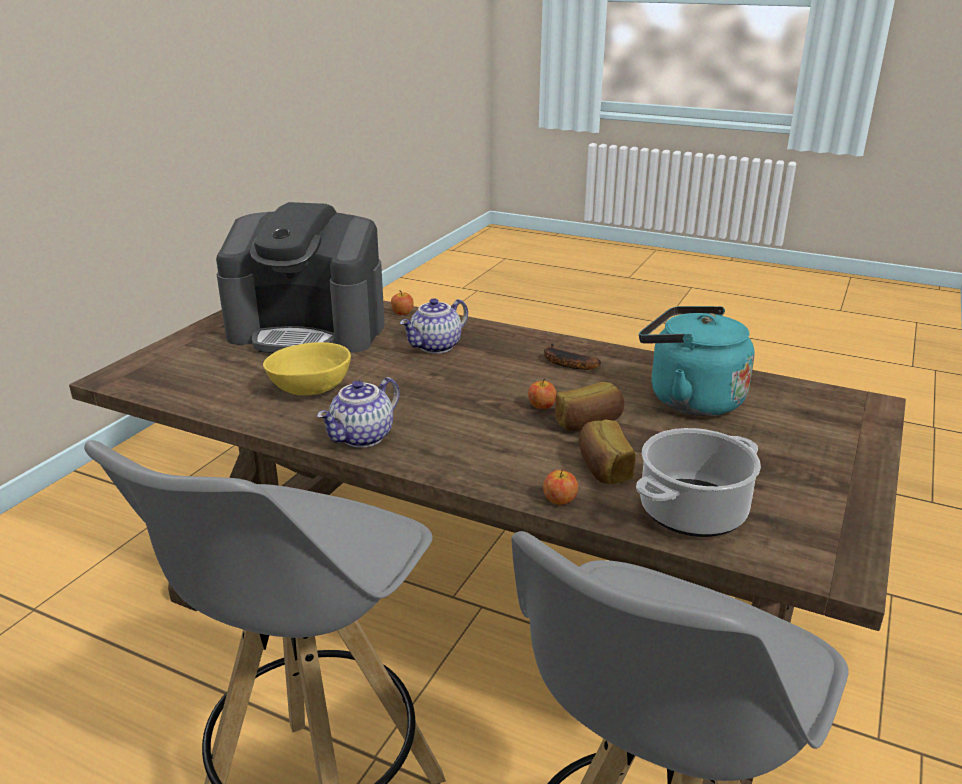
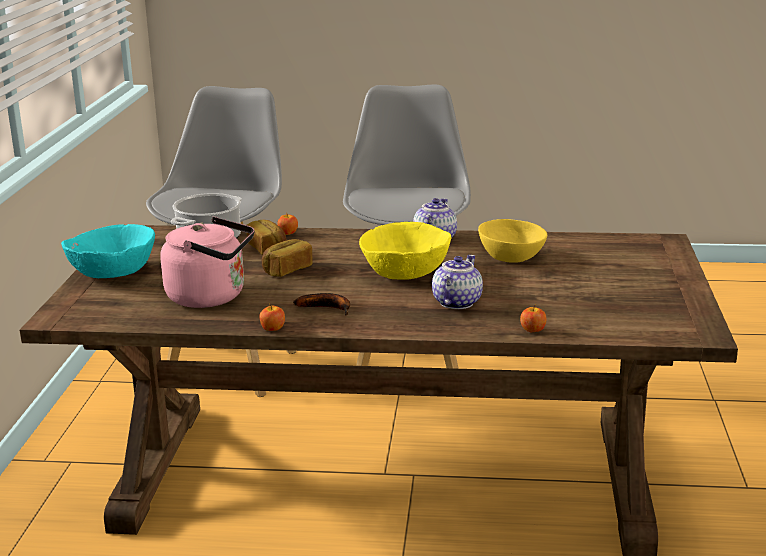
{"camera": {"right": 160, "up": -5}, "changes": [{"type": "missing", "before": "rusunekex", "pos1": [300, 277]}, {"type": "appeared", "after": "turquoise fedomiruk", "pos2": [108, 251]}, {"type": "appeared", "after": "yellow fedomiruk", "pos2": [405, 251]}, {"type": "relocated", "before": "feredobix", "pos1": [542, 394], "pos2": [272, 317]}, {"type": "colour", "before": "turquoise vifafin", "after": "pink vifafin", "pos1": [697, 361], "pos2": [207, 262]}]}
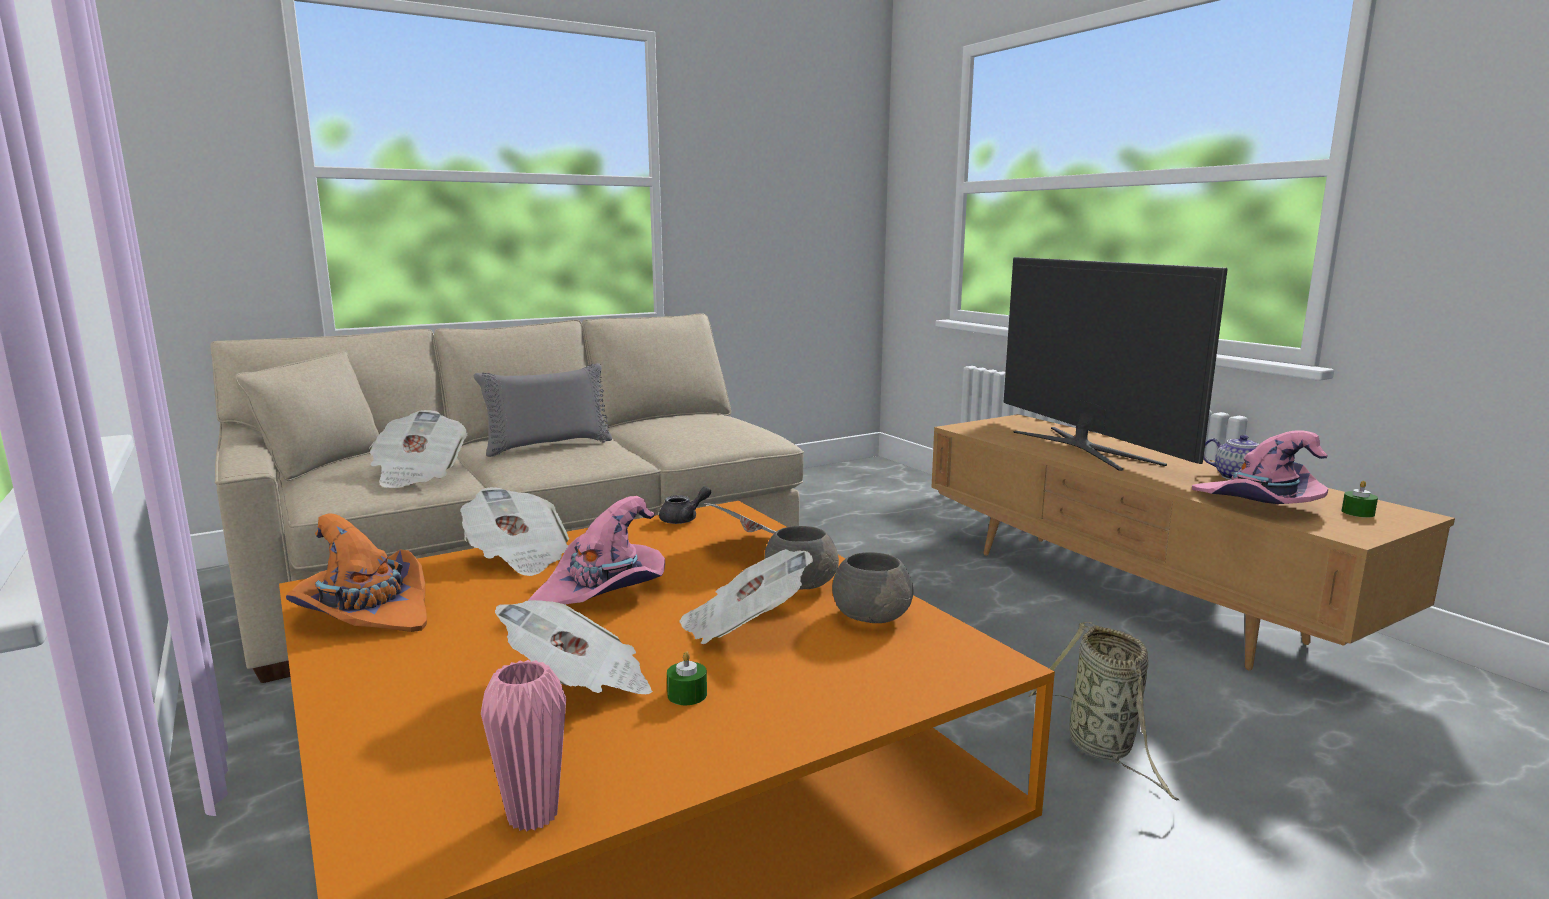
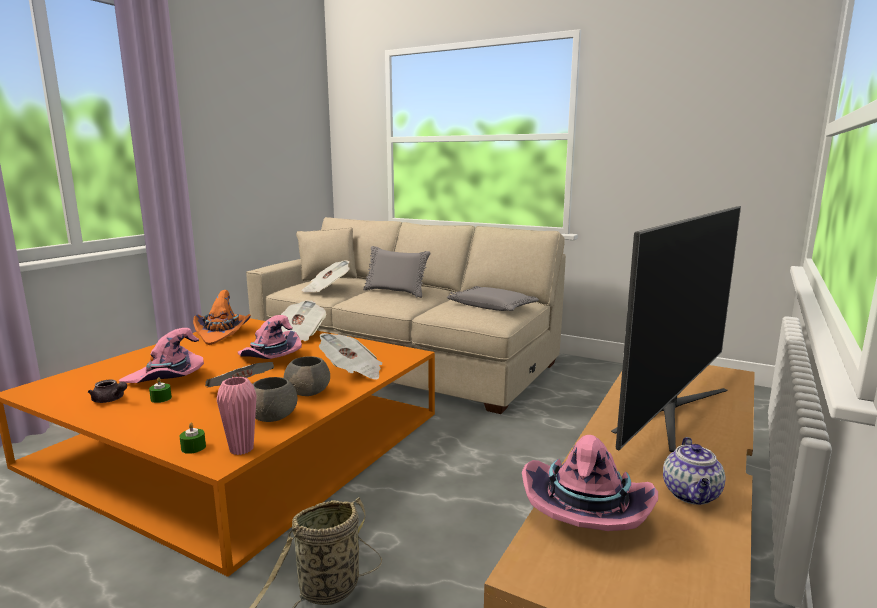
{"camera": {"right": 60, "up": 0}, "changes": [{"type": "appeared", "after": "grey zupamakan", "pos2": [493, 298]}, {"type": "relocated", "before": "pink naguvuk", "pos1": [523, 745], "pos2": [237, 416]}, {"type": "relocated", "before": "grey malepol", "pos1": [685, 505], "pos2": [107, 391]}, {"type": "relocated", "before": "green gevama", "pos1": [1360, 499], "pos2": [192, 438]}, {"type": "exchanged", "before": "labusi", "after": "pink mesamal", "pos1": [574, 647], "pos2": [161, 355]}]}
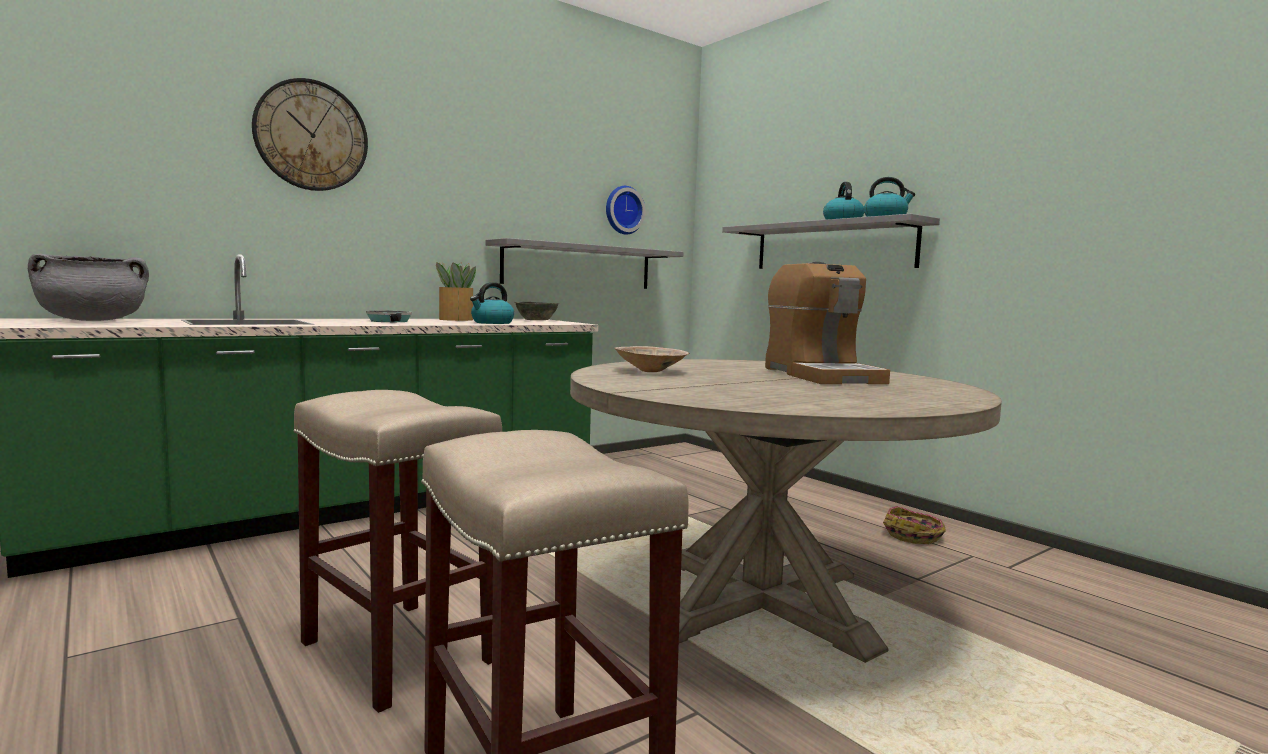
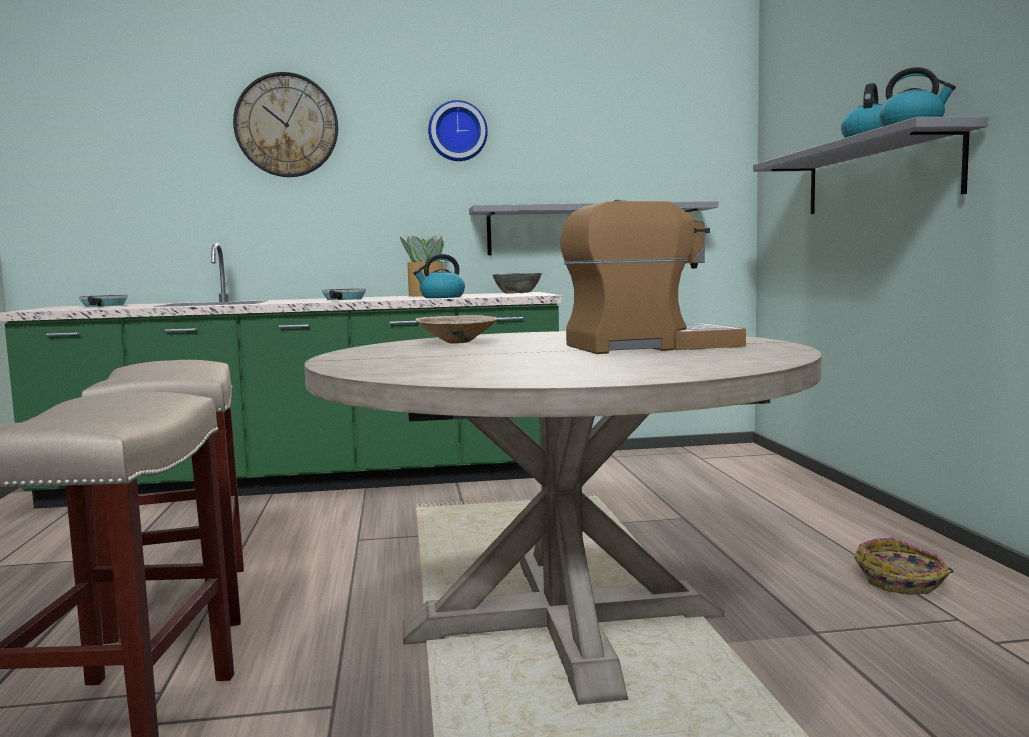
{"camera": {"right": 30, "up": 0}, "changes": [{"type": "relocated", "before": "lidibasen", "pos1": [625, 210], "pos2": [458, 130]}, {"type": "exchanged", "before": "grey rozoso", "after": "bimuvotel", "pos1": [88, 287], "pos2": [103, 301]}, {"type": "spun", "before": "rusunekex", "pos1": [827, 323], "pos2": [653, 277], "turn": -120}]}
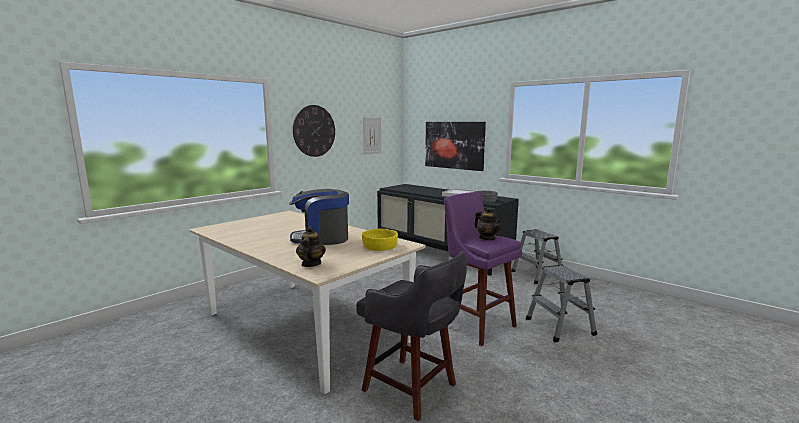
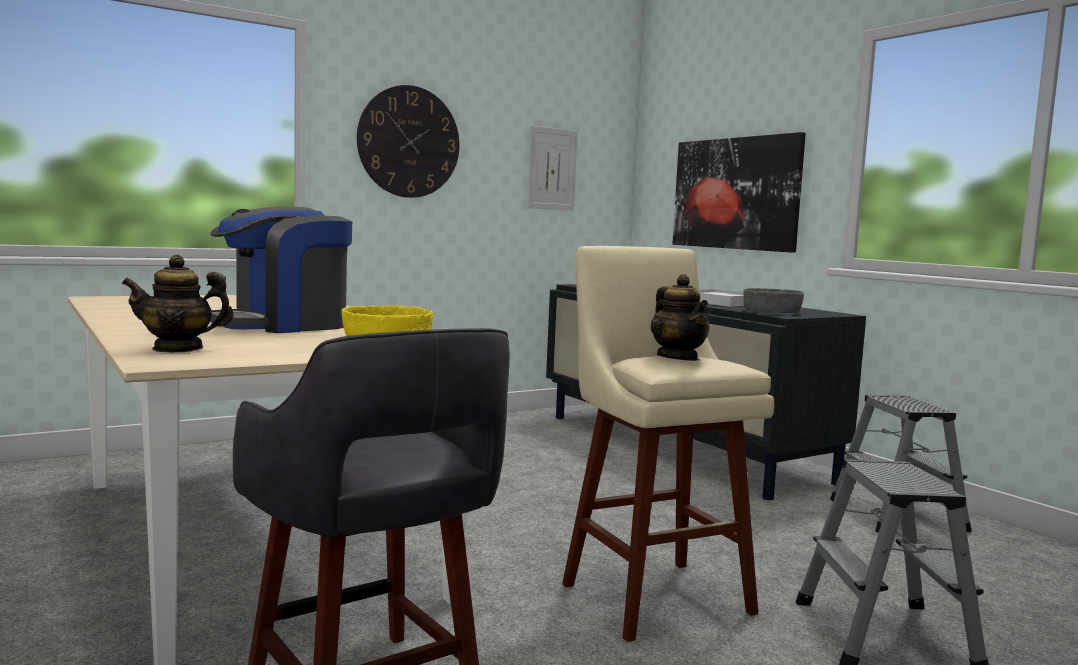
{"camera": {"right": 15, "up": -5}, "changes": [{"type": "colour", "before": "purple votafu", "after": "beige votafu", "pos1": [483, 269], "pos2": [668, 444]}, {"type": "spun", "before": "rusunekex", "pos1": [319, 217], "pos2": [281, 270], "turn": -45}, {"type": "spun", "before": "malepol", "pos1": [311, 246], "pos2": [178, 304], "turn": -120}]}
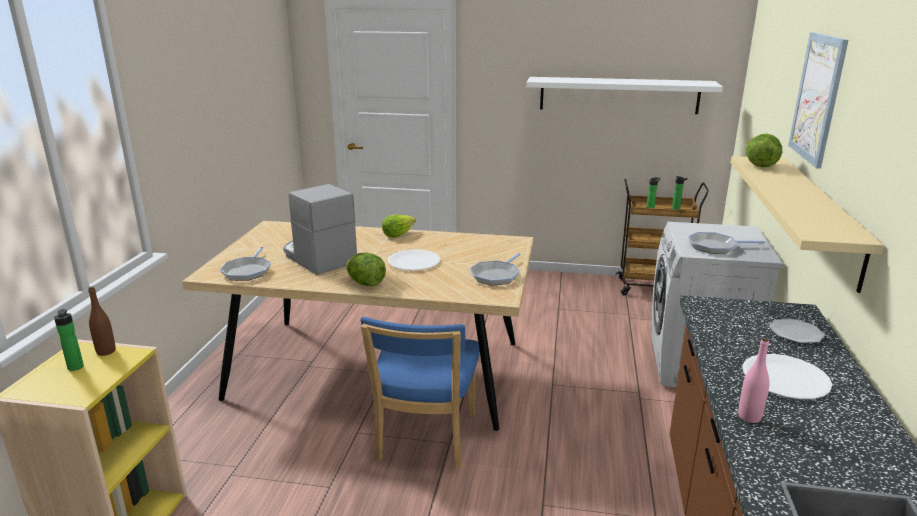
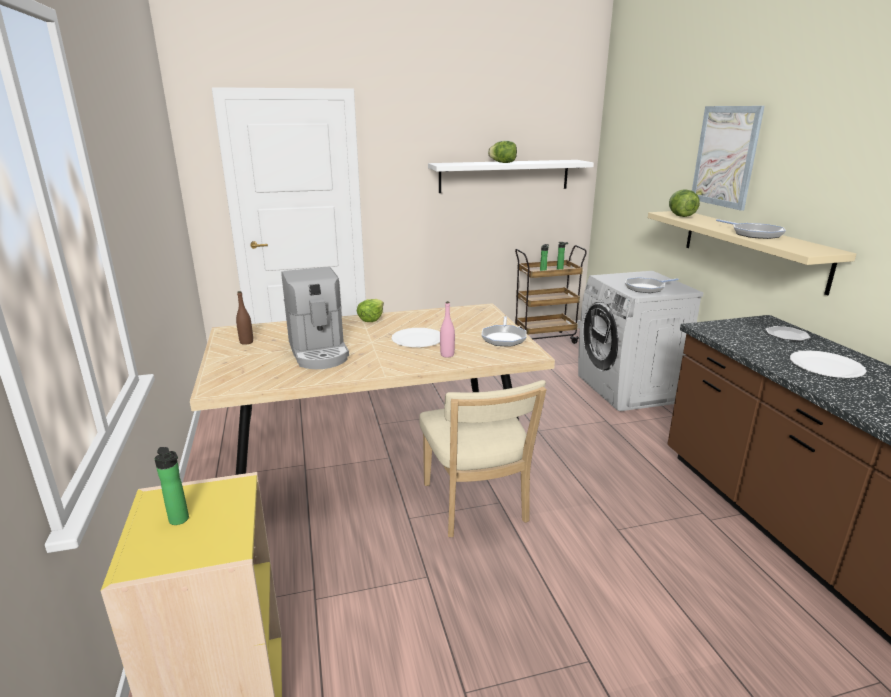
{"camera": {"right": -25, "up": 0}, "changes": [{"type": "relocated", "before": "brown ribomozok", "pos1": [102, 321], "pos2": [244, 318]}, {"type": "relocated", "before": "bimuvotel", "pos1": [245, 264], "pos2": [751, 229]}, {"type": "relocated", "before": "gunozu", "pos1": [366, 269], "pos2": [502, 152]}, {"type": "relocated", "before": "pink ribomozok", "pos1": [753, 380], "pos2": [447, 329]}, {"type": "colour", "before": "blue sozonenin", "after": "beige sozonenin", "pos1": [420, 393], "pos2": [483, 458]}, {"type": "spun", "before": "rusunekex", "pos1": [320, 229], "pos2": [315, 318], "turn": -135}]}
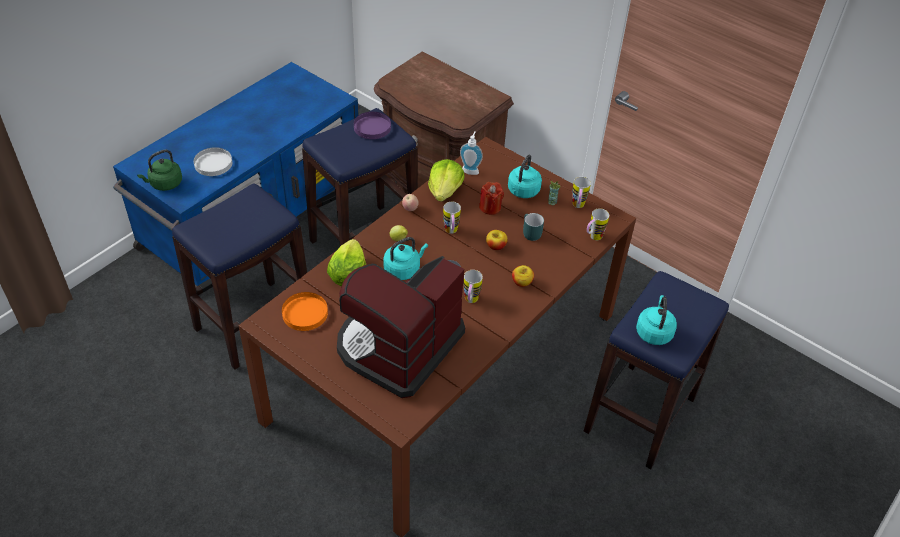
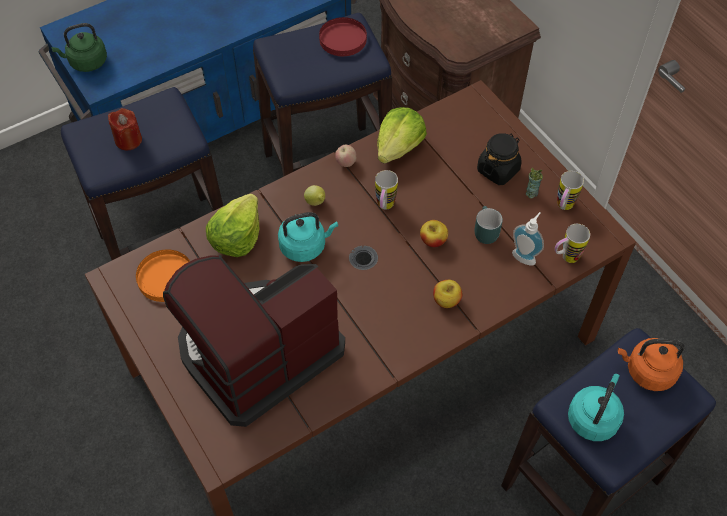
{"camera": {"right": 20, "up": 10}, "changes": [{"type": "missing", "before": "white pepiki", "pos1": [213, 161]}, {"type": "missing", "before": "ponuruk", "pos1": [473, 286]}, {"type": "appeared", "after": "orange vifafin", "pos2": [651, 364]}, {"type": "relocated", "before": "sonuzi", "pos1": [471, 153], "pos2": [528, 239]}, {"type": "relocated", "before": "red gevama", "pos1": [491, 198], "pos2": [125, 129]}, {"type": "exchanged", "before": "turquoise vifafin", "after": "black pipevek", "pos1": [525, 176], "pos2": [499, 159]}, {"type": "colour", "before": "purple pepiki", "after": "red pepiki", "pos1": [372, 125], "pos2": [343, 36]}]}
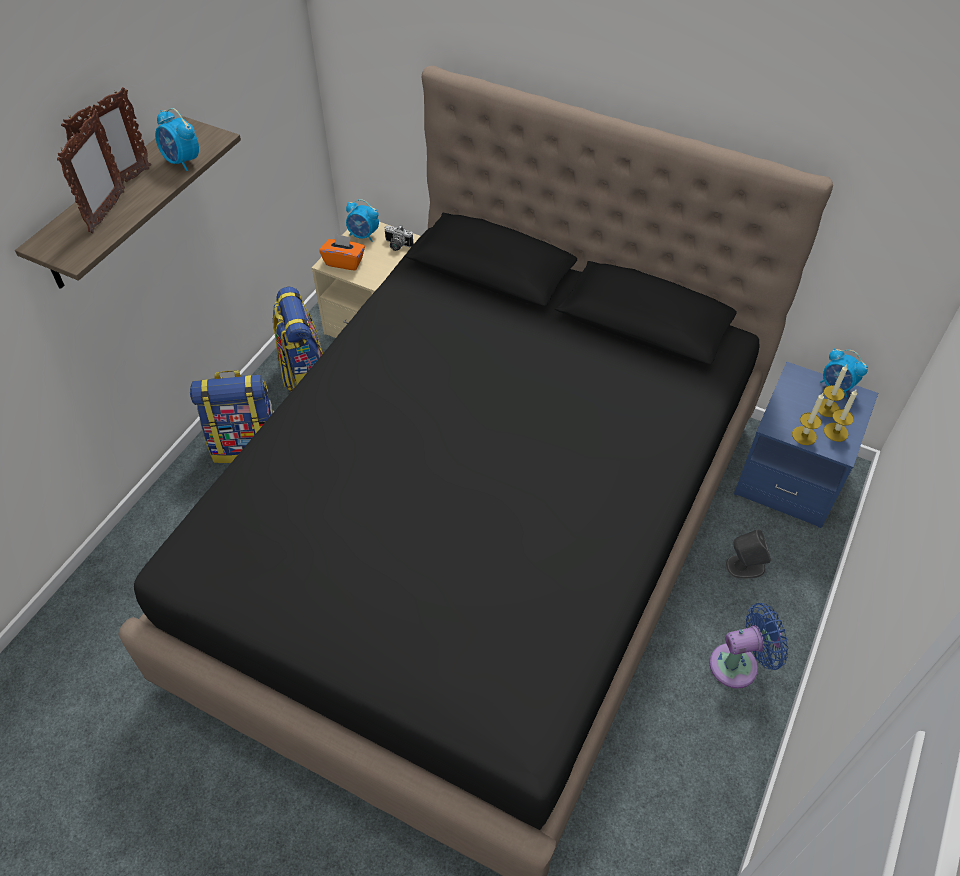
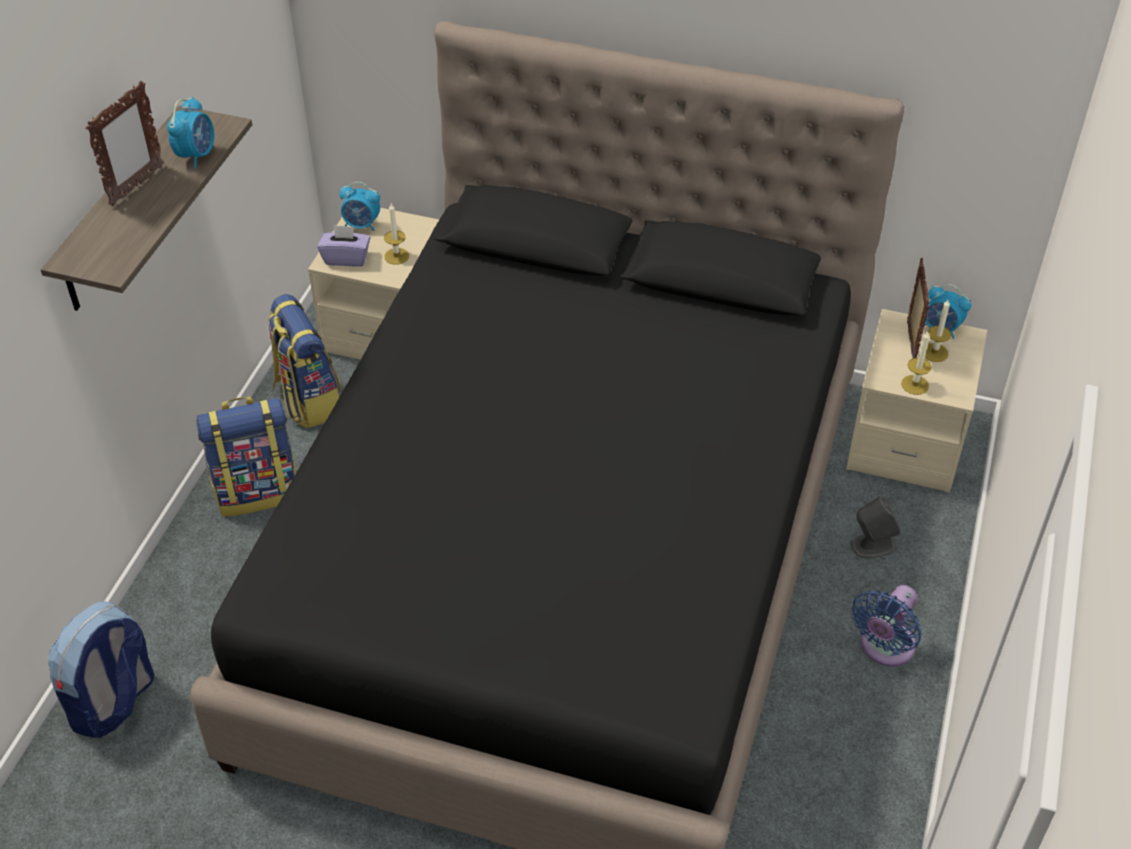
{"camera": {"right": -10, "up": -5}, "changes": [{"type": "missing", "before": "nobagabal", "pos1": [398, 238]}, {"type": "appeared", "after": "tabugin", "pos2": [101, 669]}, {"type": "relocated", "before": "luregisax", "pos1": [91, 171], "pos2": [918, 308]}, {"type": "relocated", "before": "gevama", "pos1": [840, 416], "pos2": [396, 234]}, {"type": "colour", "before": "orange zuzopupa", "after": "purple zuzopupa", "pos1": [342, 252], "pos2": [344, 246]}, {"type": "colour", "before": "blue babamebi", "after": "beige babamebi", "pos1": [806, 445], "pos2": [916, 401]}, {"type": "spun", "before": "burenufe", "pos1": [177, 139], "pos2": [190, 132], "turn": -105}, {"type": "spun", "before": "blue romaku", "pos1": [748, 645], "pos2": [887, 625], "turn": 150}]}
